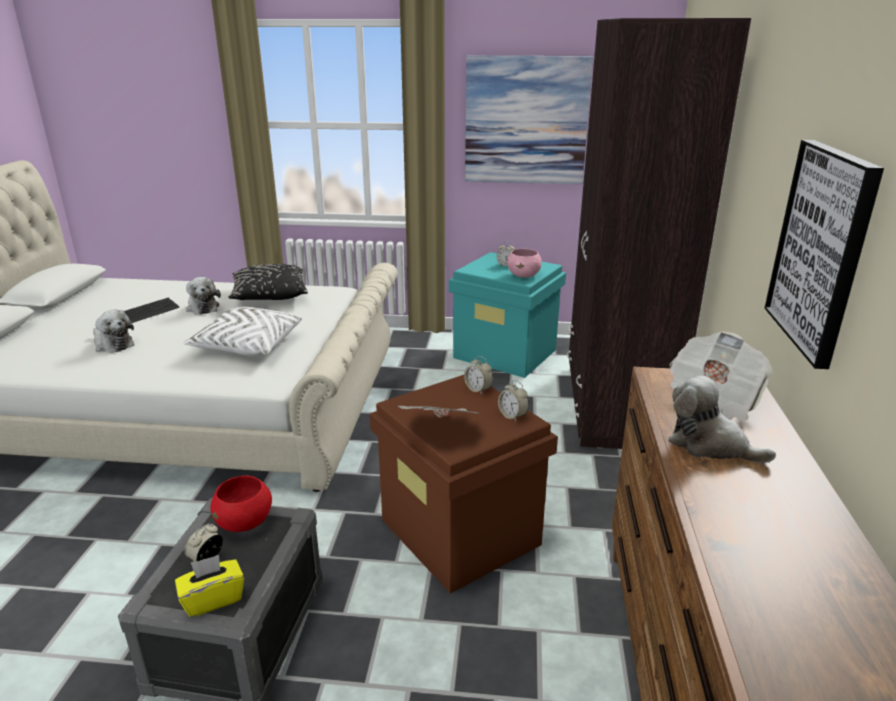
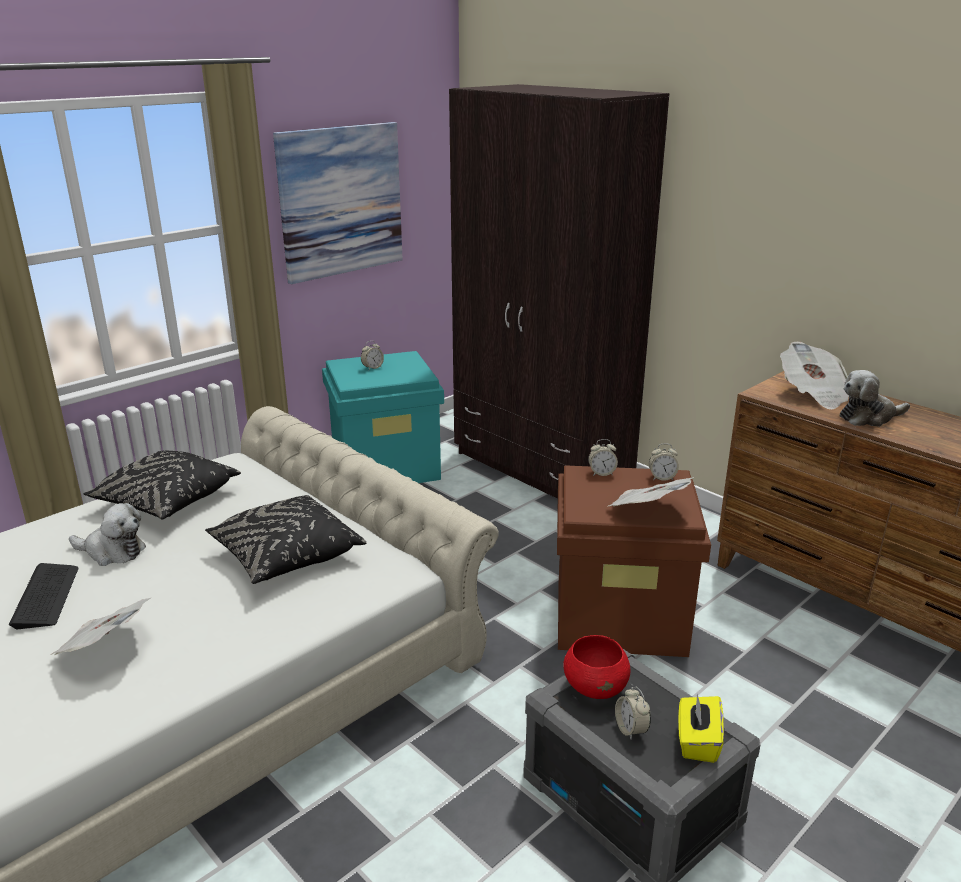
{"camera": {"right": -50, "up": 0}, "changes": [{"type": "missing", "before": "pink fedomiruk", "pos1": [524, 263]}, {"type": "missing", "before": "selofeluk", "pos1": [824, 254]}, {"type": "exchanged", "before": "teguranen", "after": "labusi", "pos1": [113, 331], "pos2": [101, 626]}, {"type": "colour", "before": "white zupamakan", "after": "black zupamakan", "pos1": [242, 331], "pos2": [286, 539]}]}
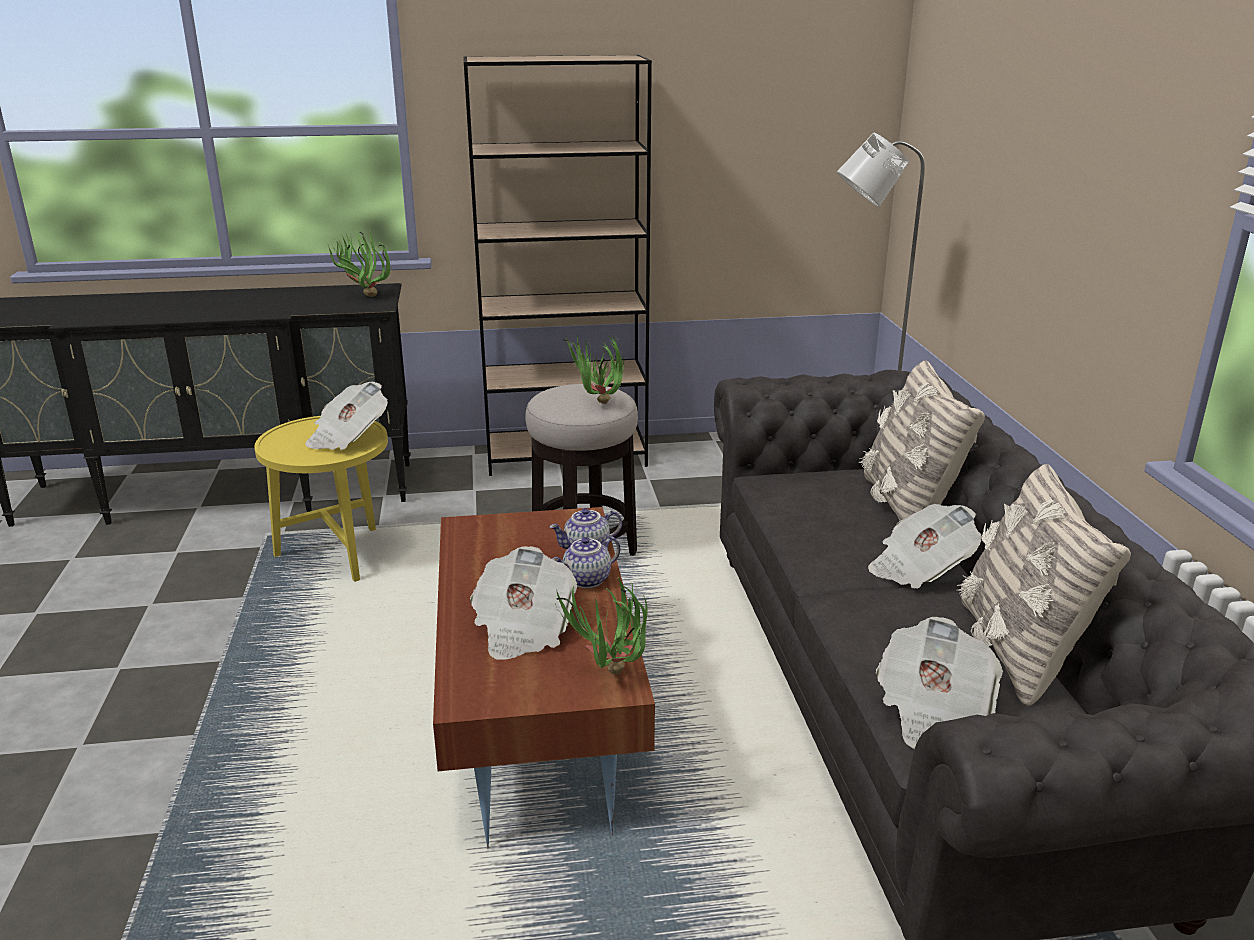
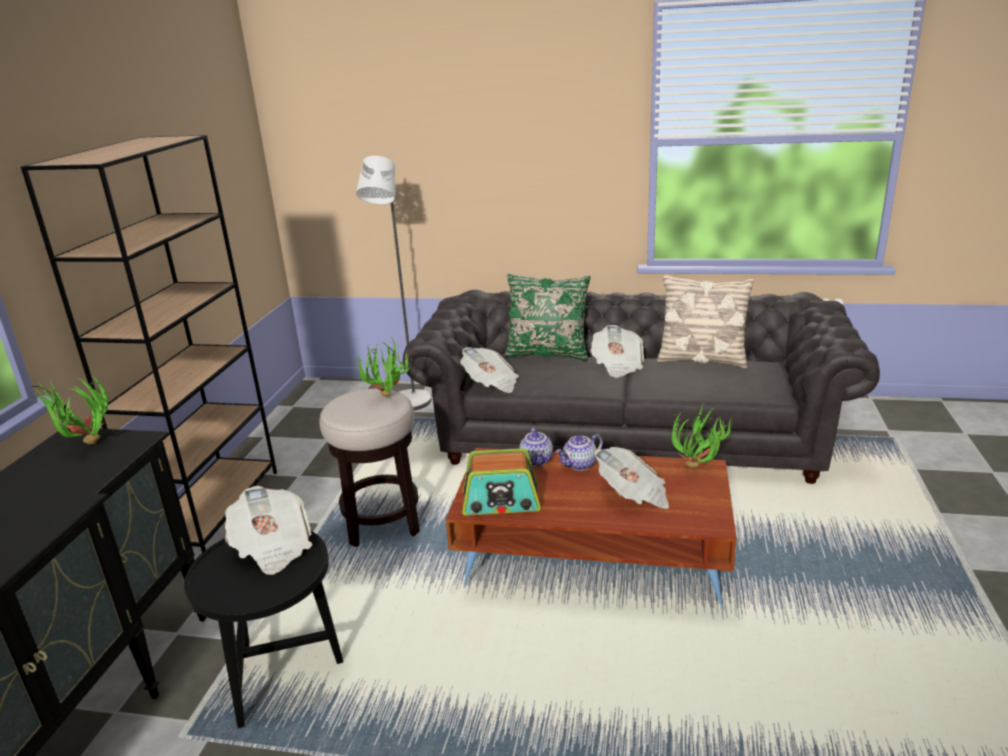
{"camera": {"right": -70, "up": 0}, "changes": [{"type": "appeared", "after": "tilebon", "pos2": [501, 481]}, {"type": "relocated", "before": "labusi", "pos1": [939, 683], "pos2": [489, 370]}, {"type": "colour", "before": "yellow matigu", "after": "black matigu", "pos1": [321, 499], "pos2": [263, 629]}, {"type": "colour", "before": "beige zupamakan", "after": "green zupamakan", "pos1": [921, 441], "pos2": [547, 317]}, {"type": "spun", "before": "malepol", "pos1": [586, 562], "pos2": [579, 452], "turn": 75}]}
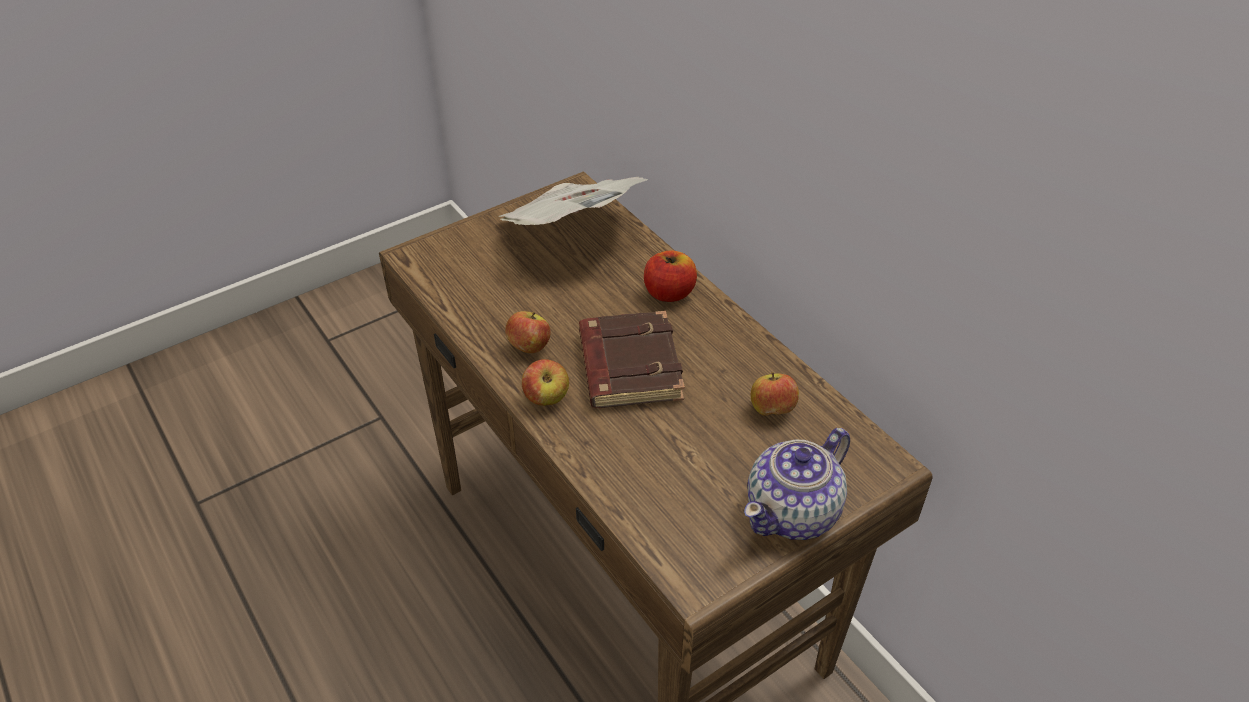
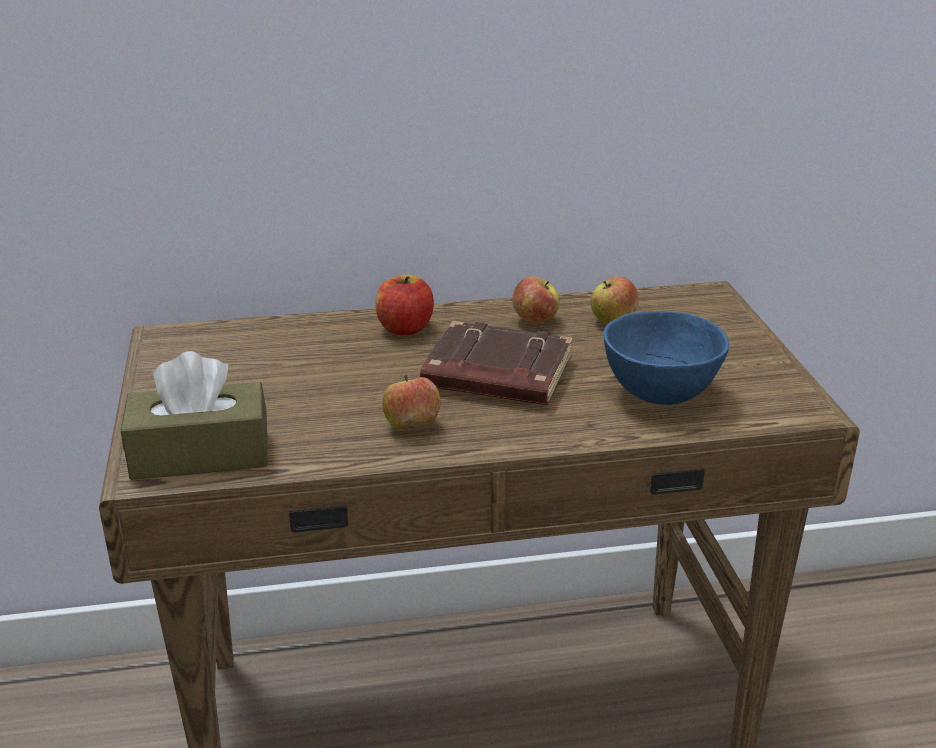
{"camera": {"right": -65, "up": -15}, "changes": [{"type": "missing", "before": "labusi", "pos1": [573, 201]}, {"type": "missing", "before": "malepol", "pos1": [797, 484]}, {"type": "appeared", "after": "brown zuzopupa", "pos2": [194, 415]}, {"type": "appeared", "after": "blue fedomiruk", "pos2": [666, 358]}, {"type": "relocated", "before": "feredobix", "pos1": [545, 382], "pos2": [536, 300]}]}
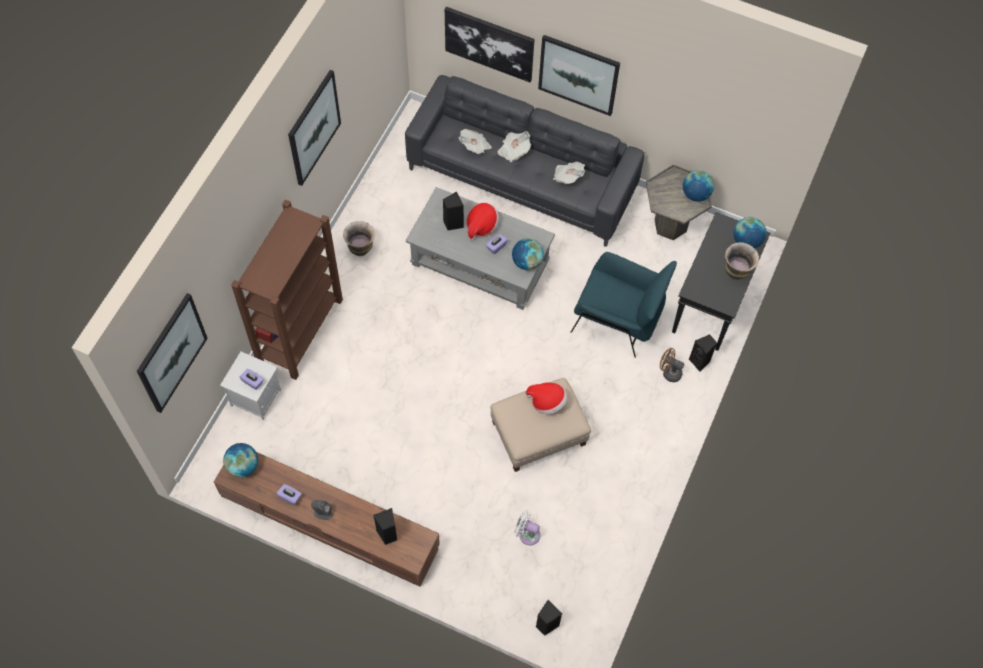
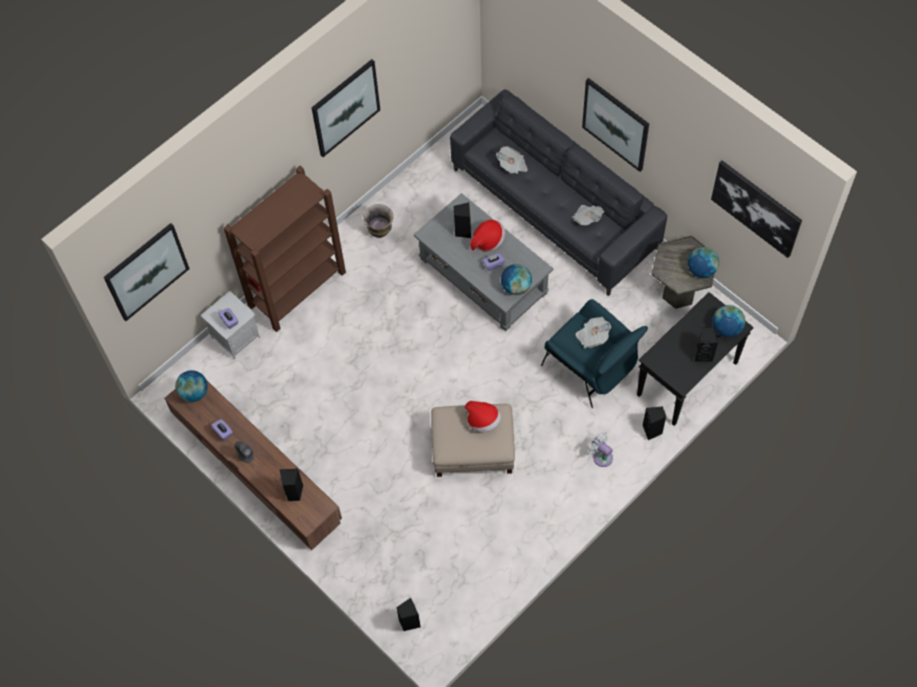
{"camera": {"right": 25, "up": 0}, "changes": [{"type": "missing", "before": "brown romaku", "pos1": [672, 365]}, {"type": "relocated", "before": "selofeluk", "pos1": [490, 44], "pos2": [756, 209]}, {"type": "relocated", "before": "labusi", "pos1": [514, 146], "pos2": [593, 332]}, {"type": "relocated", "before": "white romaku", "pos1": [527, 527], "pos2": [600, 449]}, {"type": "exchanged", "before": "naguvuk", "after": "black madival", "pos1": [742, 261], "pos2": [706, 344]}]}
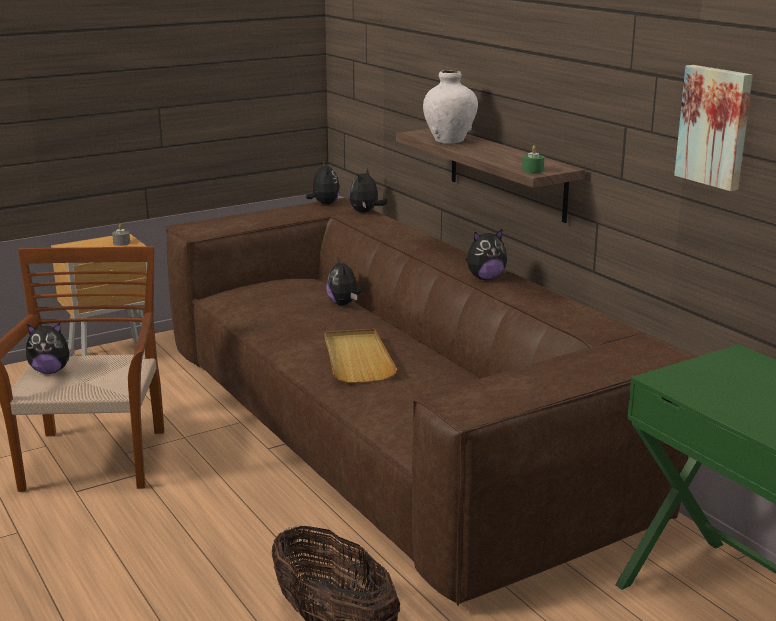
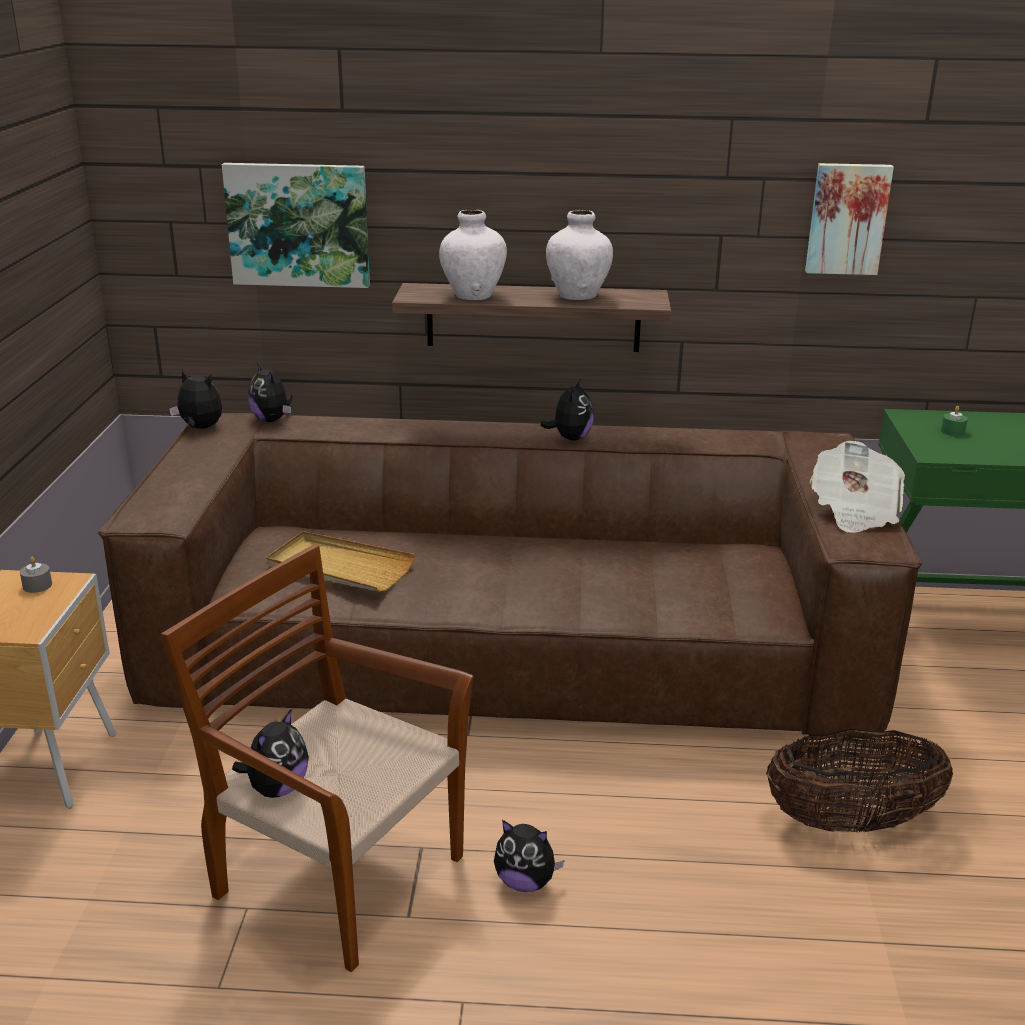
{"camera": {"right": -55, "up": 5}, "changes": [{"type": "appeared", "after": "selofeluk", "pos2": [296, 225]}, {"type": "appeared", "after": "white naguvuk", "pos2": [579, 255]}, {"type": "appeared", "after": "labusi", "pos2": [857, 487]}, {"type": "relocated", "before": "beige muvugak", "pos1": [361, 356], "pos2": [340, 561]}, {"type": "relocated", "before": "teguranen", "pos1": [345, 281], "pos2": [529, 856]}, {"type": "relocated", "before": "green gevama", "pos1": [533, 159], "pos2": [954, 421]}]}
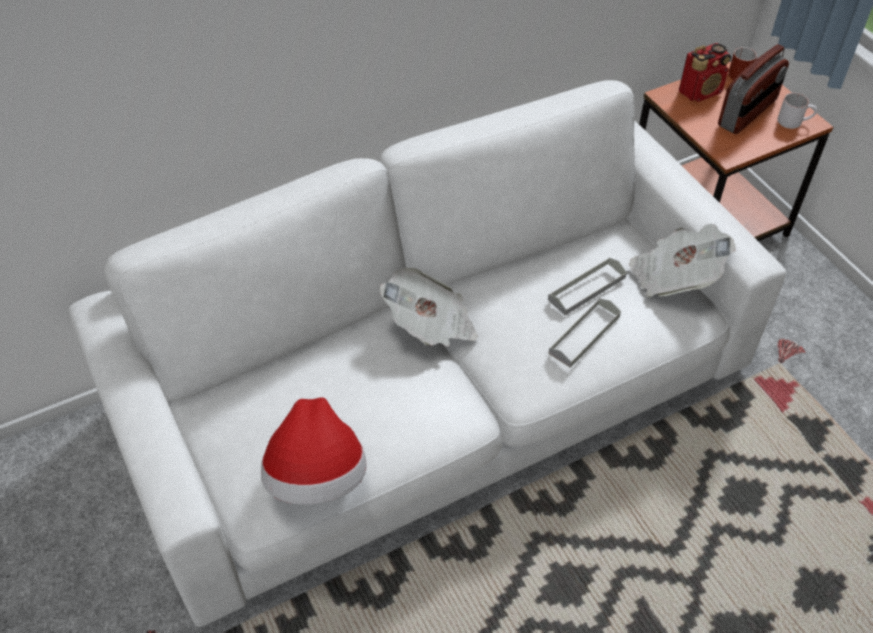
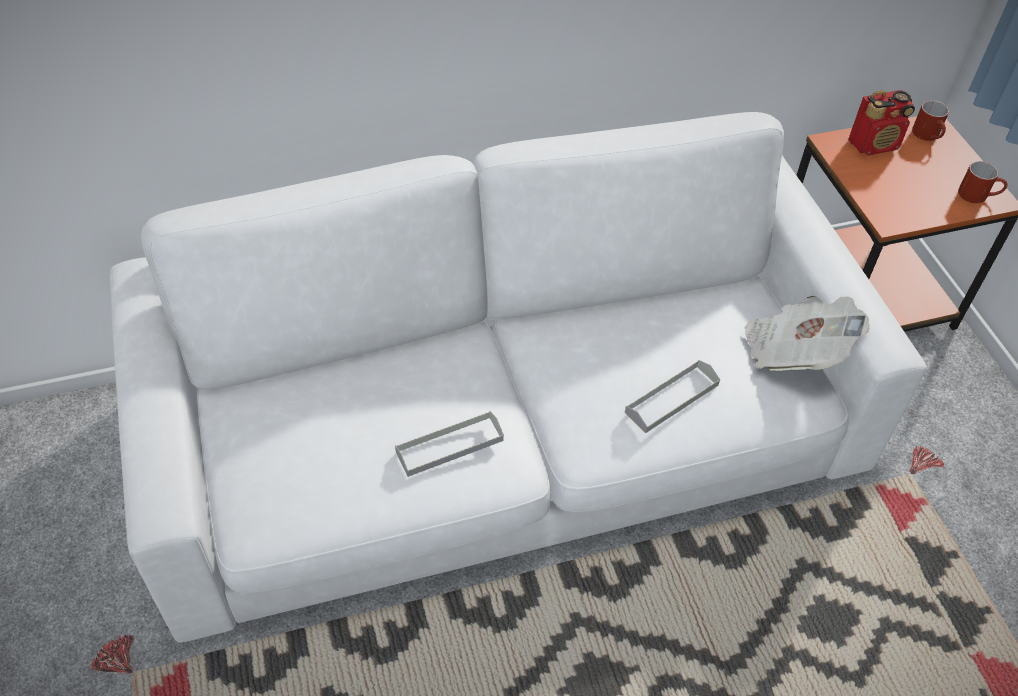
{"camera": {"right": 10, "up": 0}, "changes": [{"type": "missing", "before": "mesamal", "pos1": [314, 451]}, {"type": "missing", "before": "labusi", "pos1": [429, 307]}, {"type": "missing", "before": "tilebon", "pos1": [753, 89]}, {"type": "relocated", "before": "grey muvugak", "pos1": [587, 286], "pos2": [449, 444]}, {"type": "colour", "before": "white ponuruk", "after": "red ponuruk", "pos1": [797, 111], "pos2": [983, 182]}]}
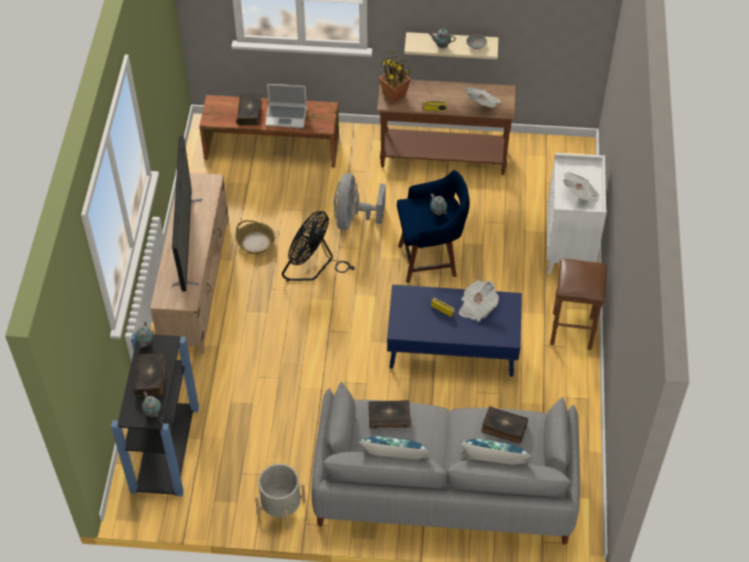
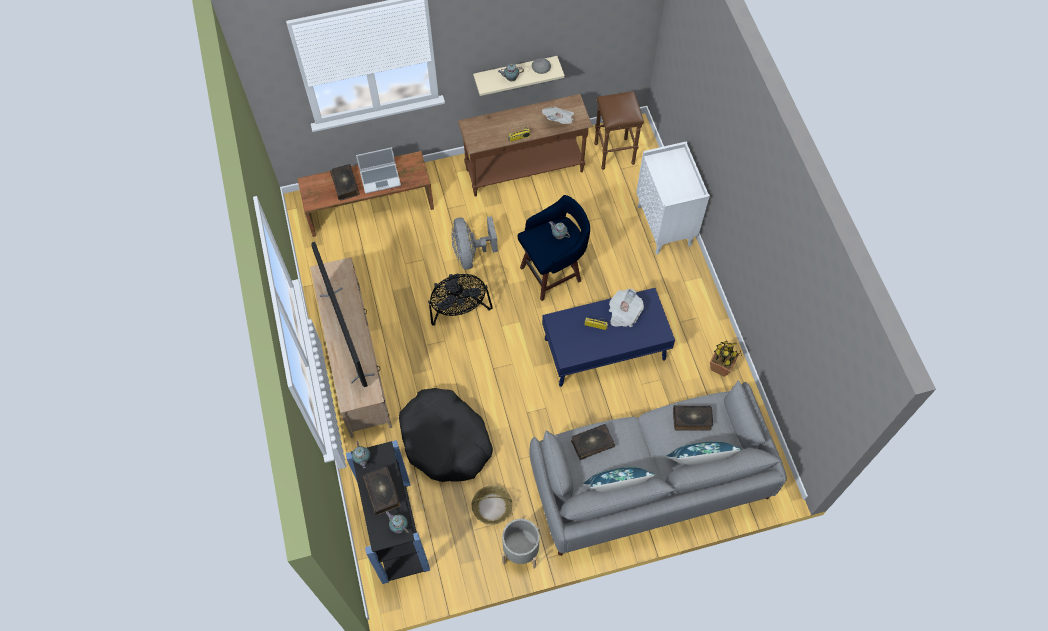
{"camera": {"right": -20, "up": 10}, "changes": [{"type": "missing", "before": "labusi", "pos1": [581, 186]}, {"type": "appeared", "after": "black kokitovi", "pos2": [446, 435]}, {"type": "relocated", "before": "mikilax", "pos1": [255, 237], "pos2": [491, 505]}, {"type": "relocated", "before": "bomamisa", "pos1": [395, 77], "pos2": [726, 359]}, {"type": "relocated", "before": "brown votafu", "pos1": [578, 304], "pos2": [619, 130]}, {"type": "spun", "before": "black romaku", "pos1": [318, 246], "pos2": [460, 300], "turn": -120}]}
